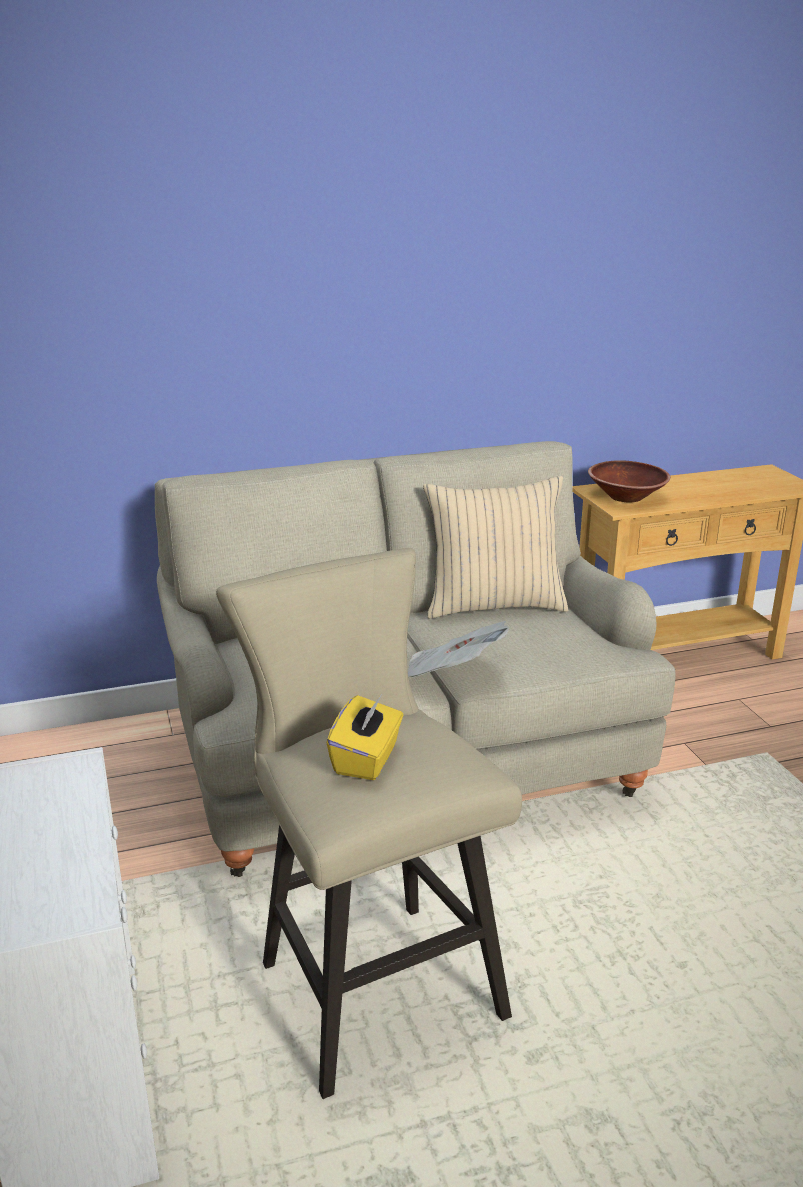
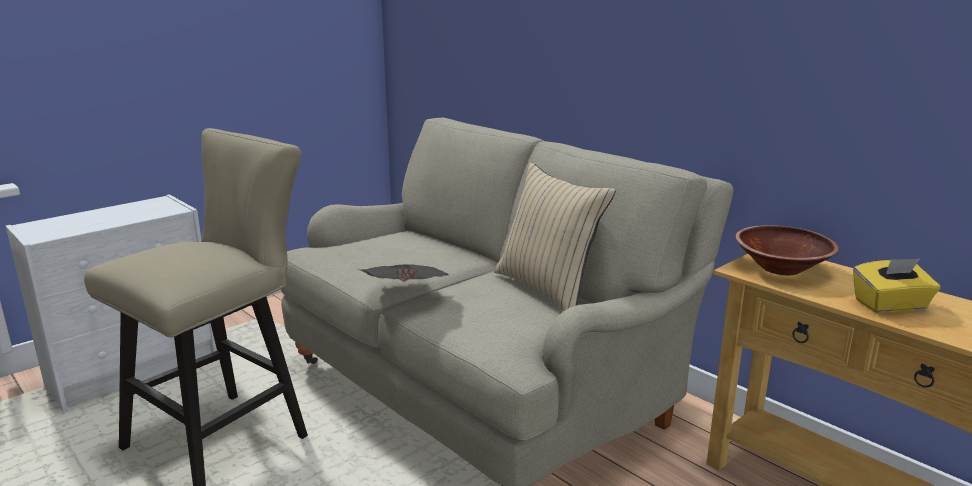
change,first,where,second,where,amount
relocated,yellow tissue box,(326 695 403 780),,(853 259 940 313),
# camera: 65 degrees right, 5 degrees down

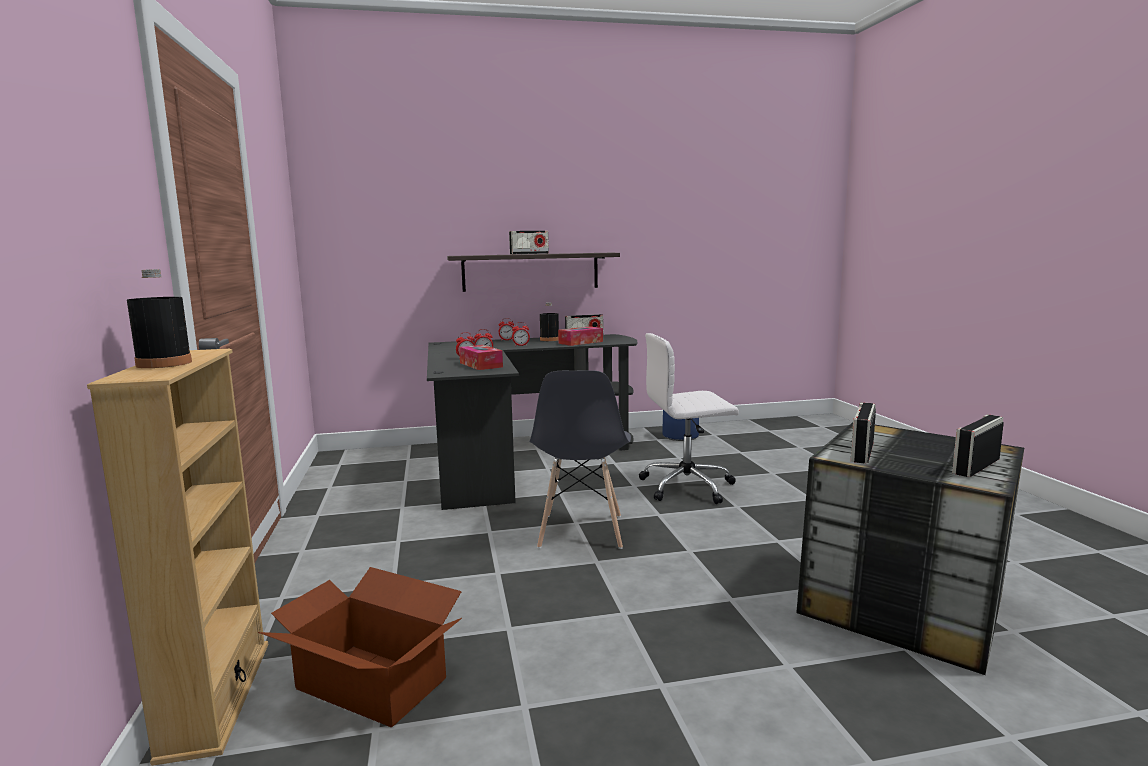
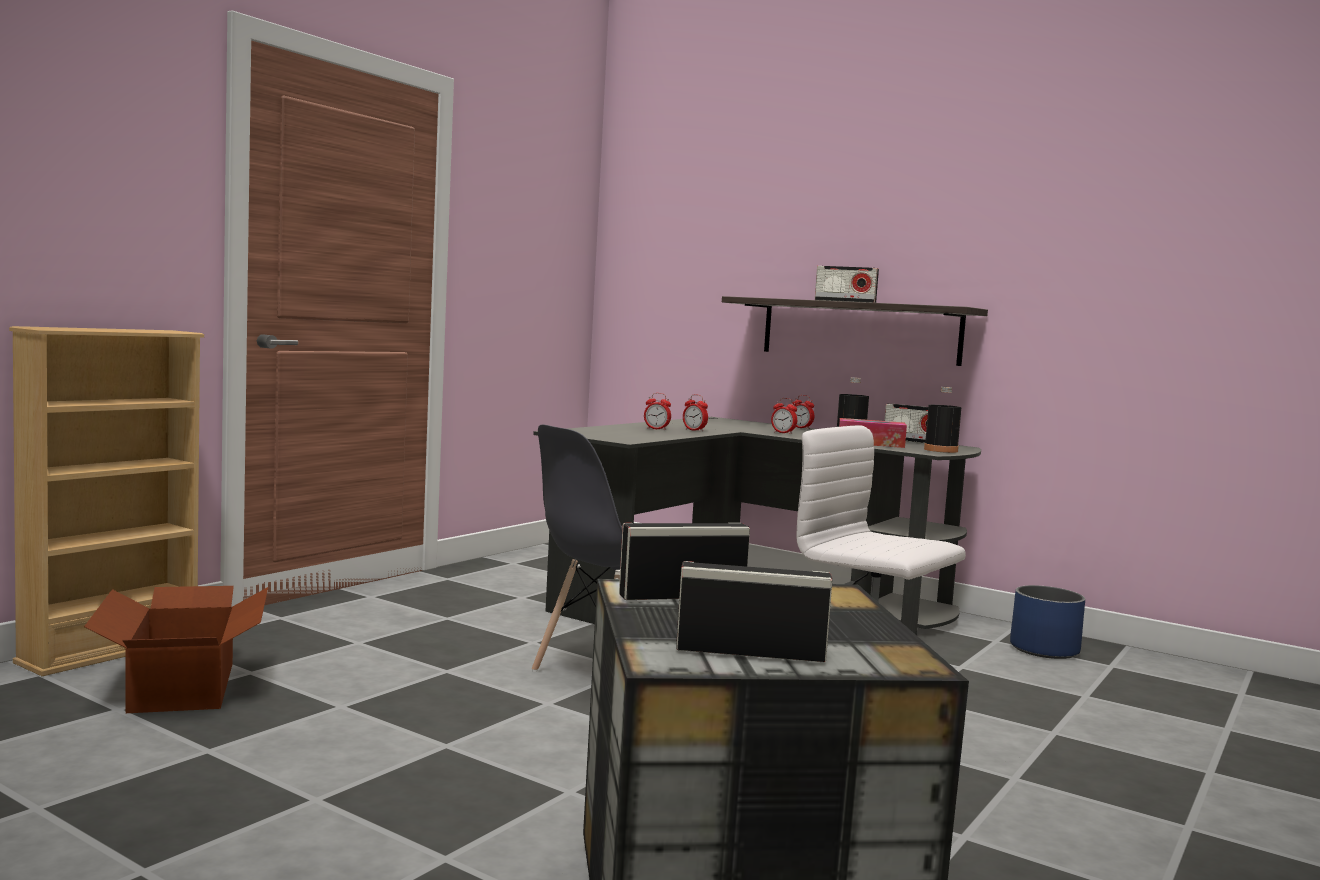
change,first,where,second,where,amount
relocated,black bottle,(127 269 192 368),,(924 387 961 453),
missing,tissue box,(459 345 503 370),,,
# camera: 45 degrees right, 5 degrees down

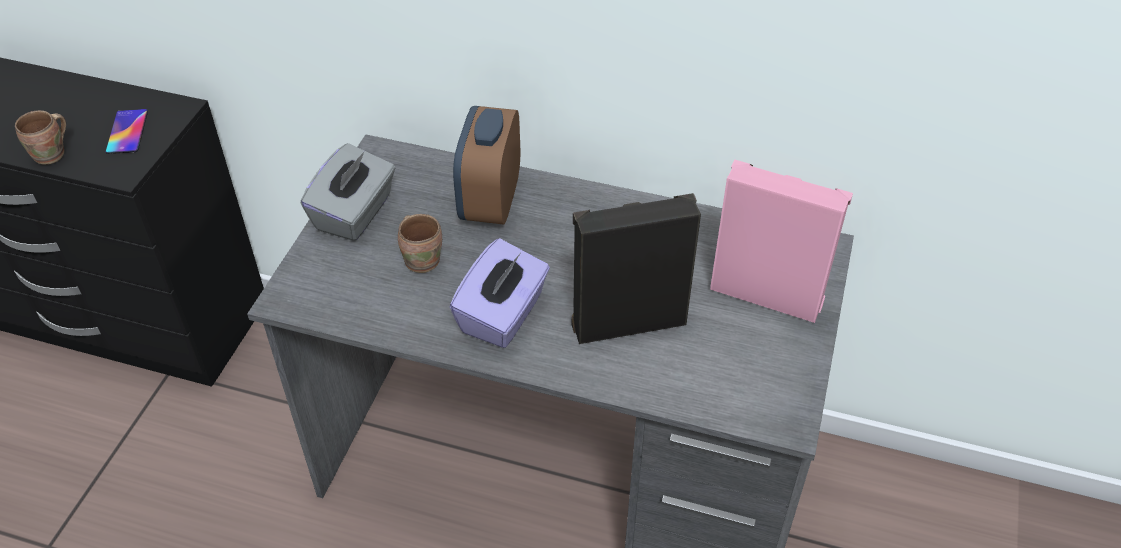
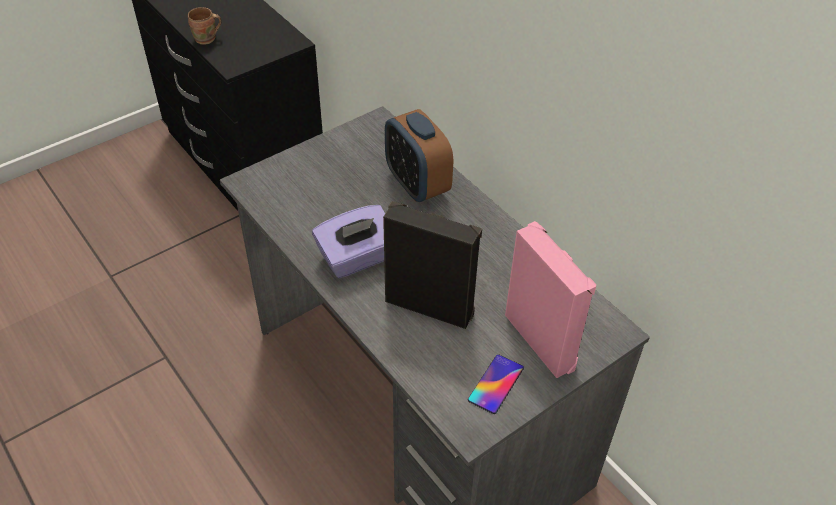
change,first,where,second,where,amount
spun,alarm clock,(453 106 520 224),,(385 109 453 202),75 degrees counterclockwise
relocated,phone,(106 109 148 154),,(468 355 524 414),
missing,grey tissue box,(301 143 395 241),,,
missing,brown mug,(398 214 442 273),,,
# camera: 35 degrees right, 0 degrees up

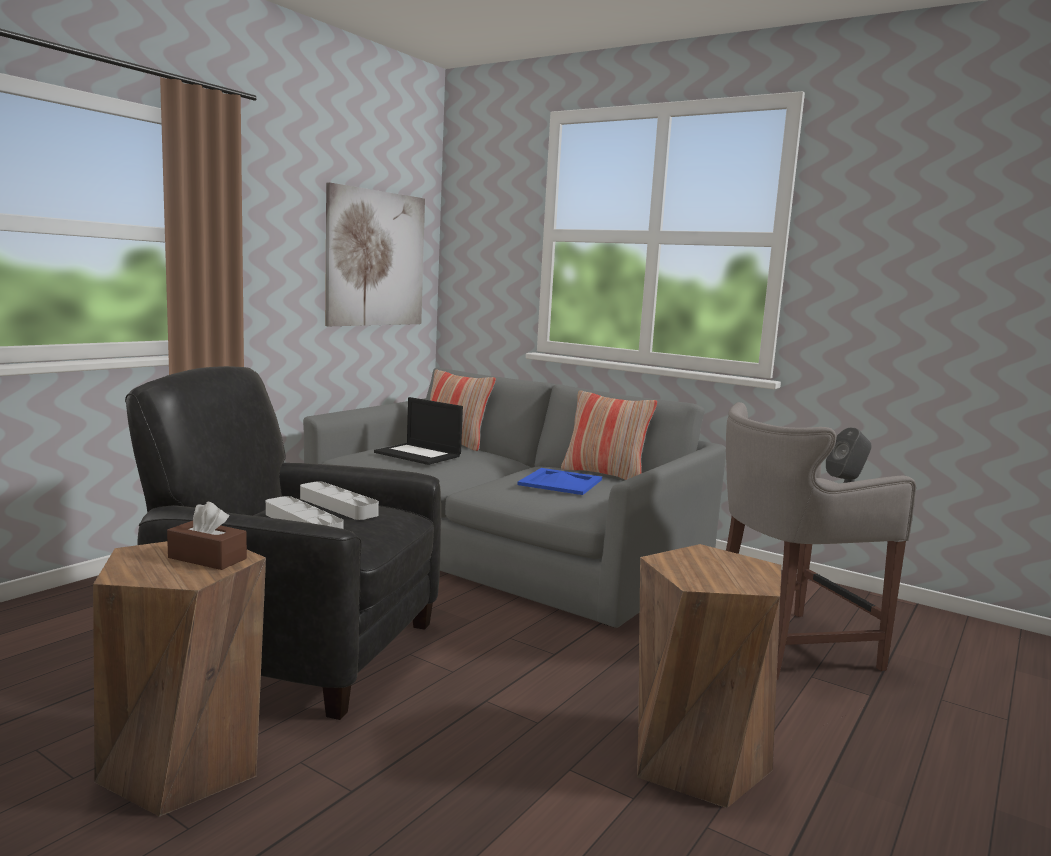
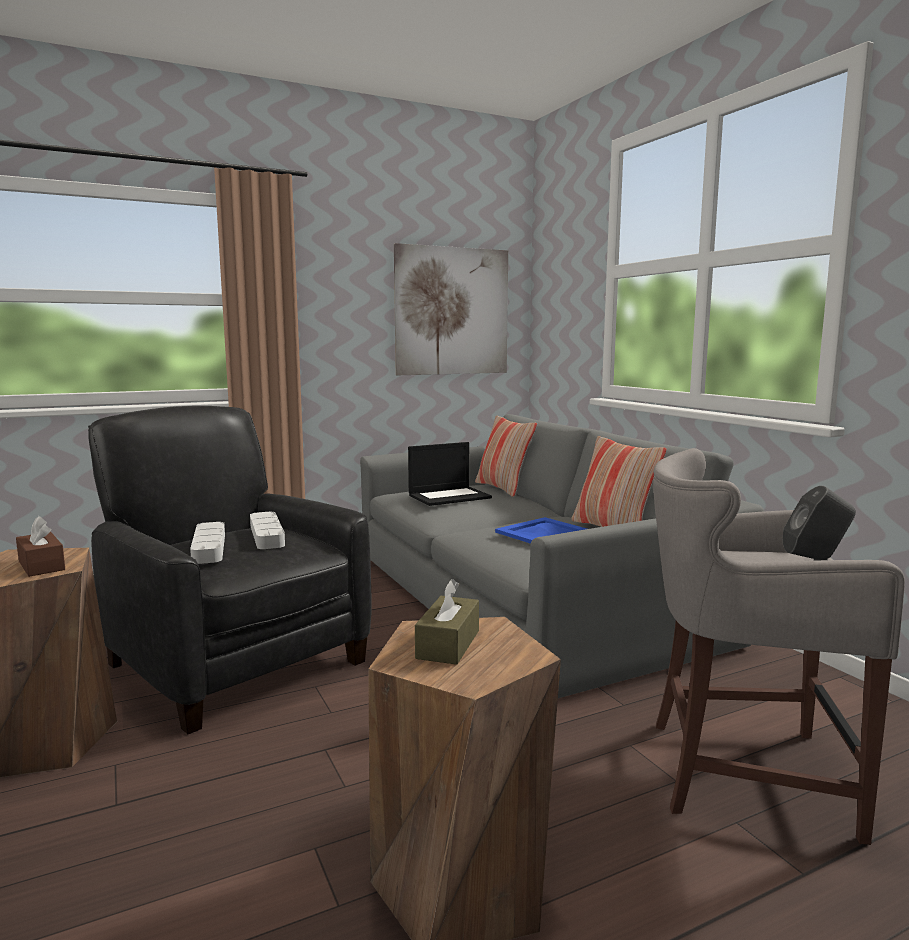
change,first,where,second,where,amount
spun,laptop,(374 397 463 465),,(408 442 492 506),90 degrees counterclockwise
appeared,,,brown tissue box,(415 579 479 665),
# camera: 30 degrees right, 0 degrees up

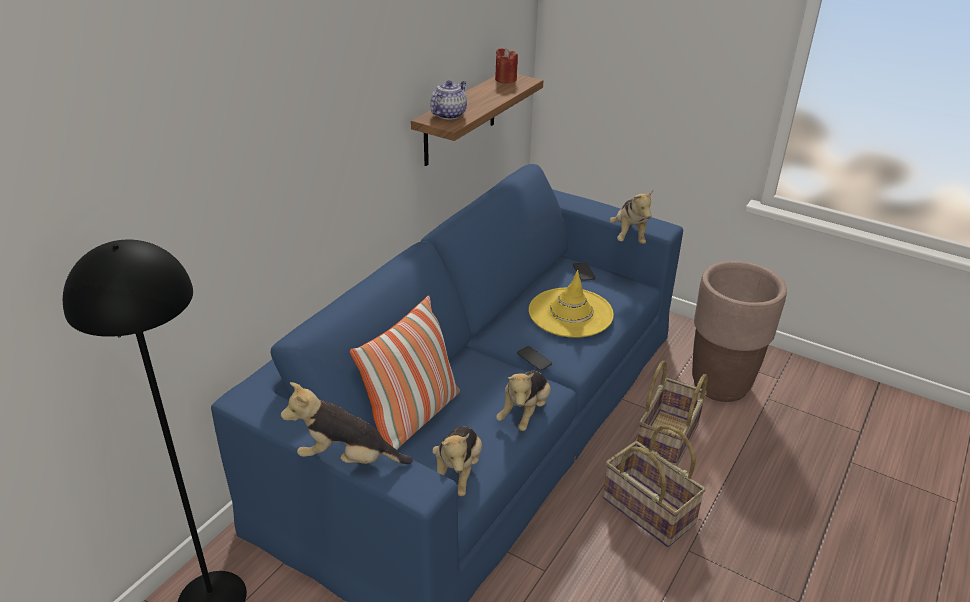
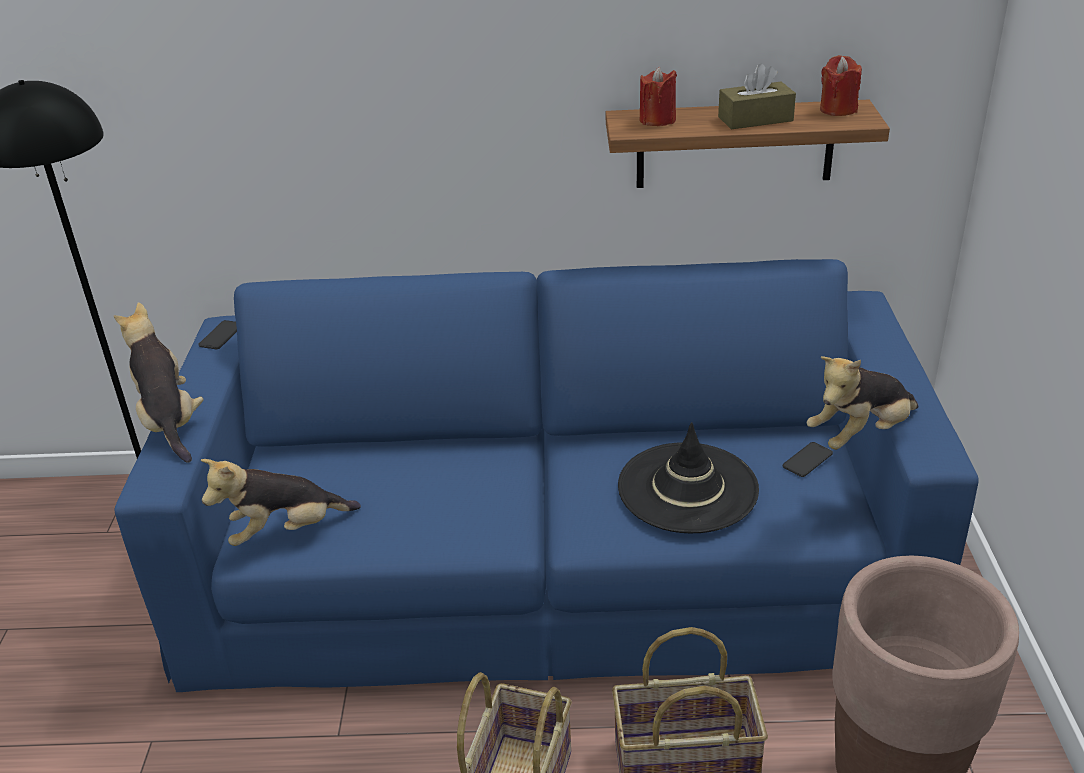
change,first,where,second,where,amount
exchanged,teapot,(430 80 467 120),red candle,(639 67 677 126),
colour,yellow hat,(529 270 614 338),black hat,(618 422 759 533),
missing,pillow,(350 295 460 450),,,
relocated,phone,(517 346 552 370),,(198 320 237 349),
missing,plush toy,(496 371 551 431),,,
appeared,,,brown tissue box,(718 63 796 129),
# camera: 60 degrees right, 0 degrees up

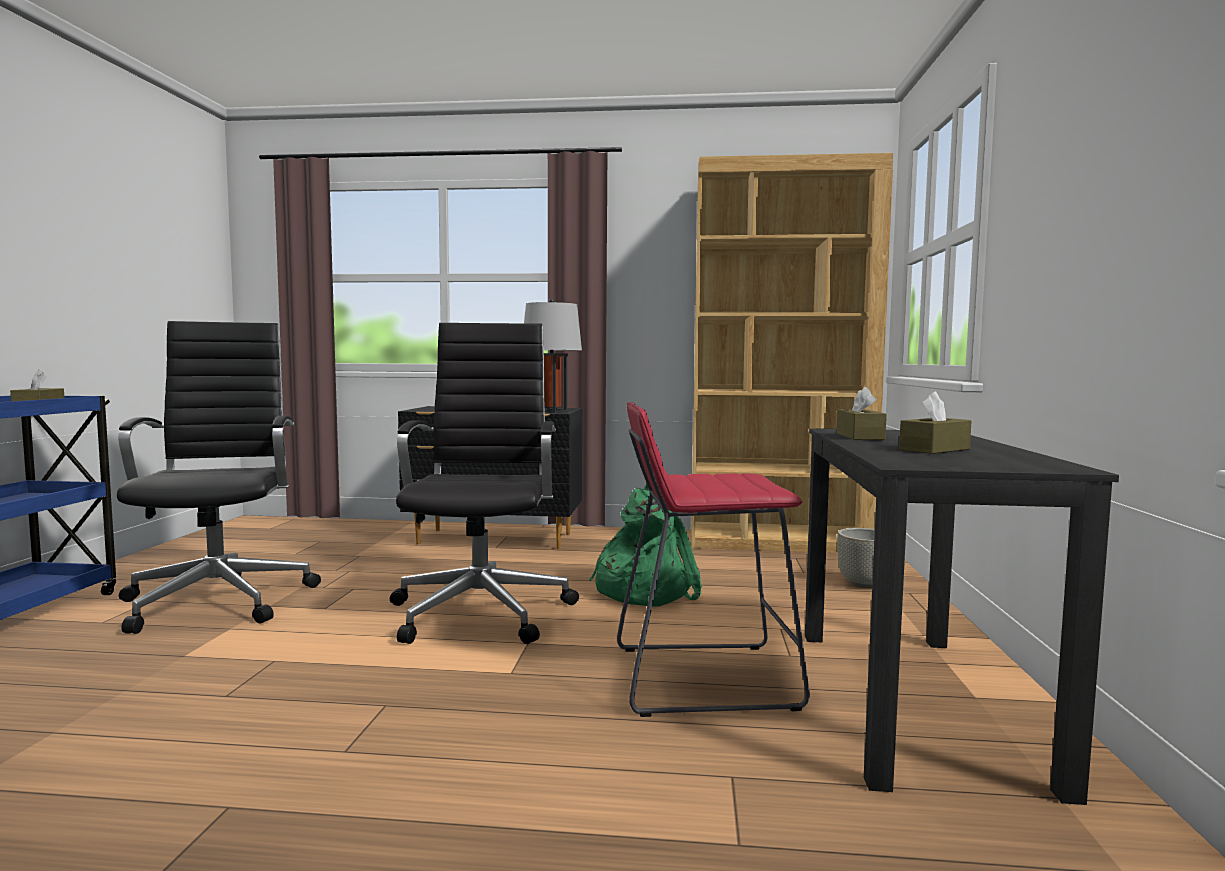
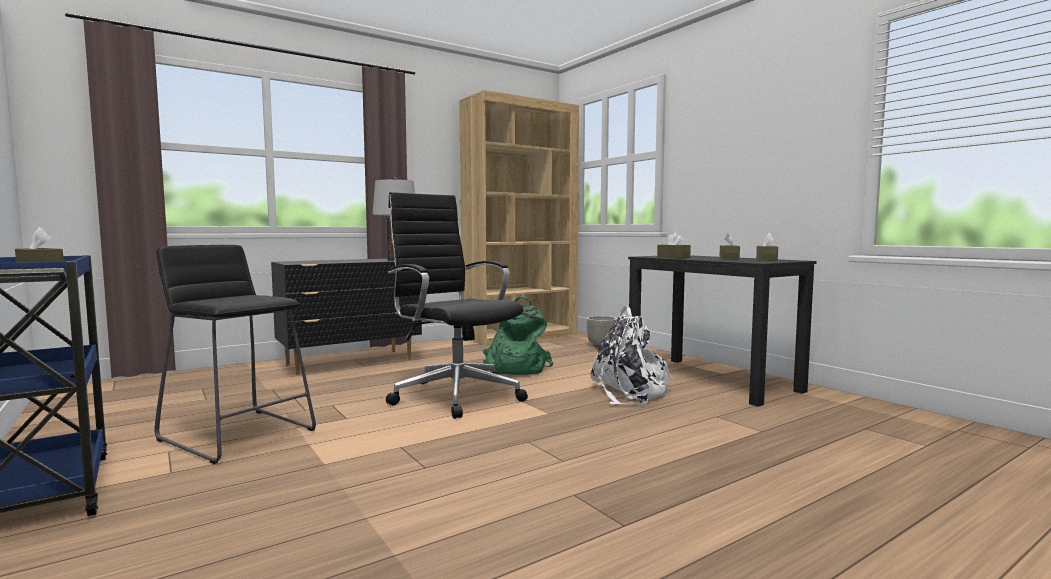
change,first,where,second,where,amount
exchanged,black office chair,(117 321 321 634),black stool,(154 245 316 464),
exchanged,red stool,(617 402 810 717),white backpack,(590 306 673 405),
appeared,,,brown tissue box,(756 233 778 261),
# camera: 40 degrees left, 0 degrees up

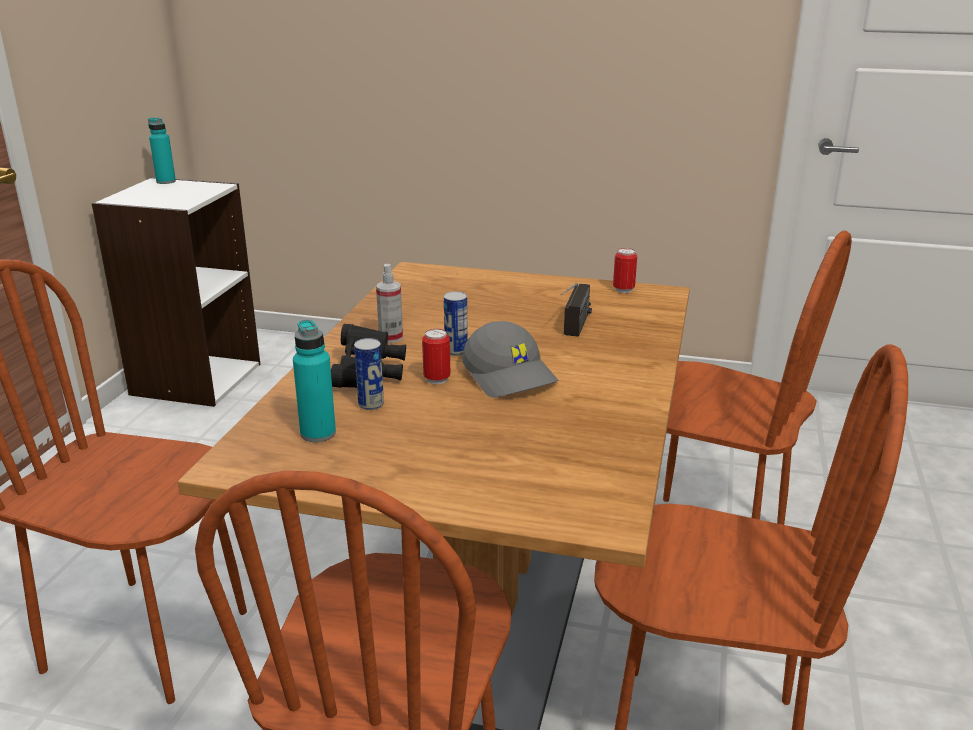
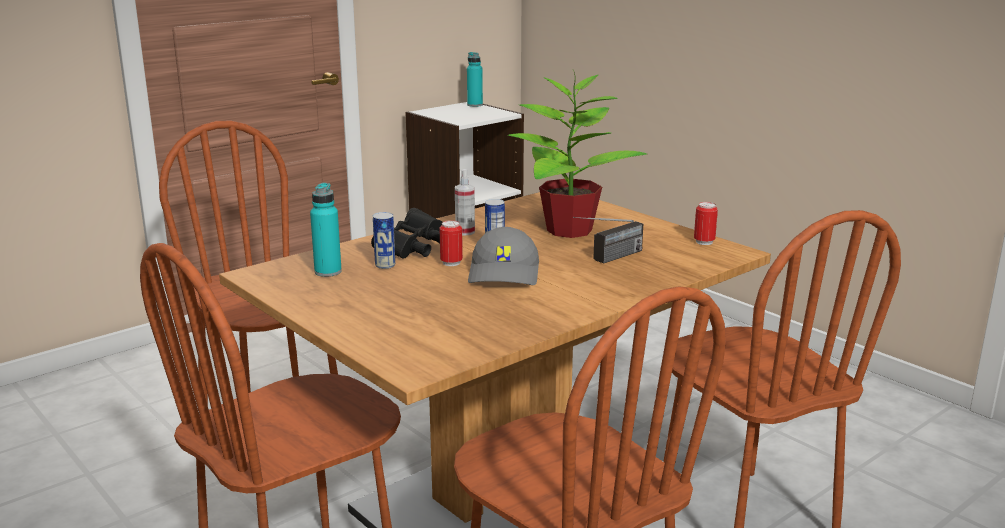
change,first,where,second,where,amount
appeared,,,potted plant,(508 70 647 238),
# camera: 35 degrees right, 5 degrees down

